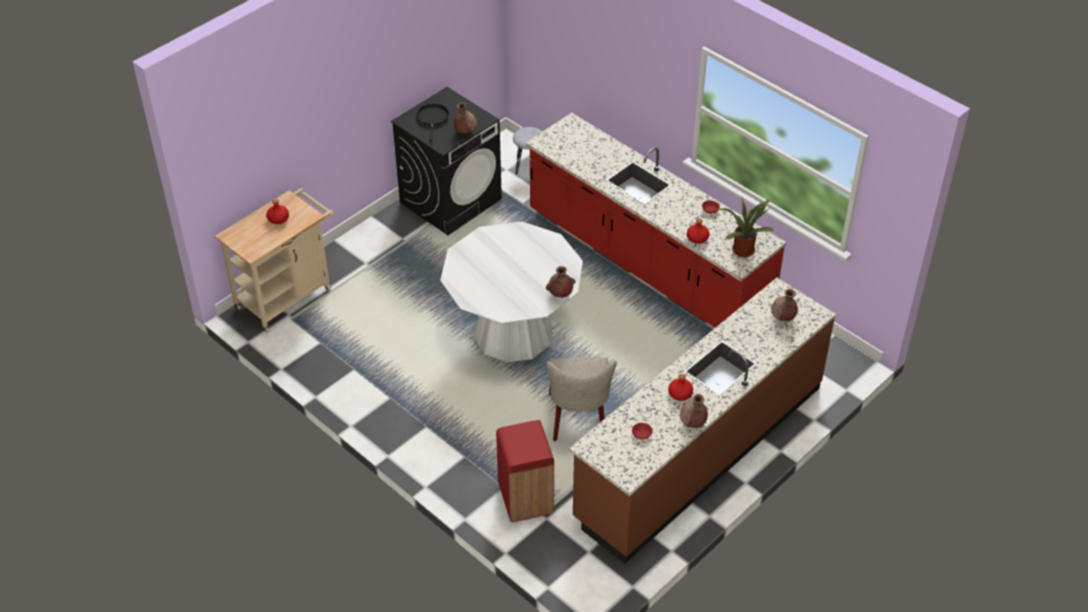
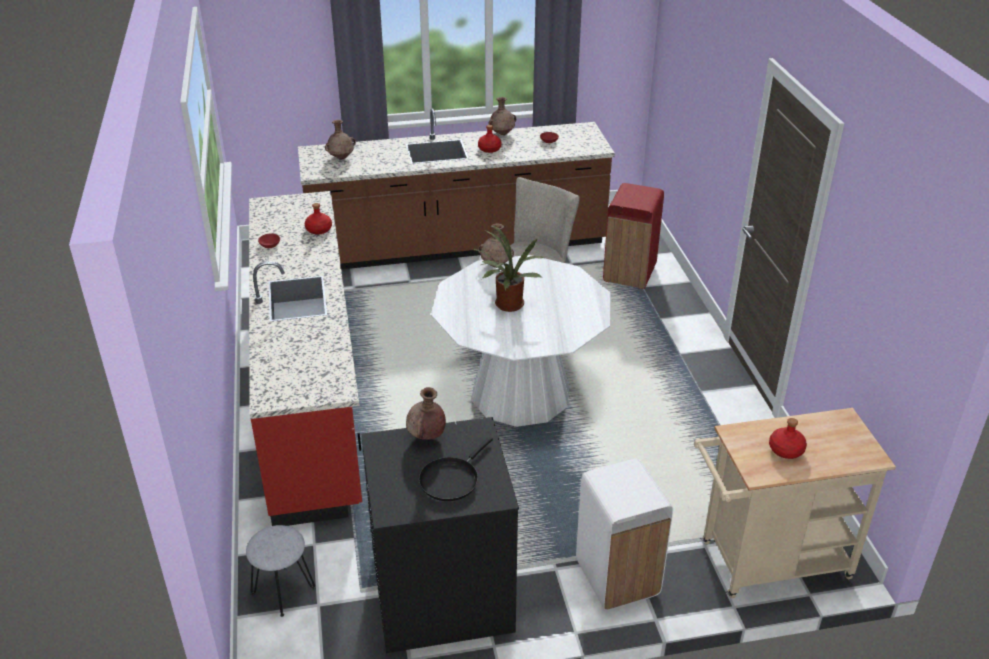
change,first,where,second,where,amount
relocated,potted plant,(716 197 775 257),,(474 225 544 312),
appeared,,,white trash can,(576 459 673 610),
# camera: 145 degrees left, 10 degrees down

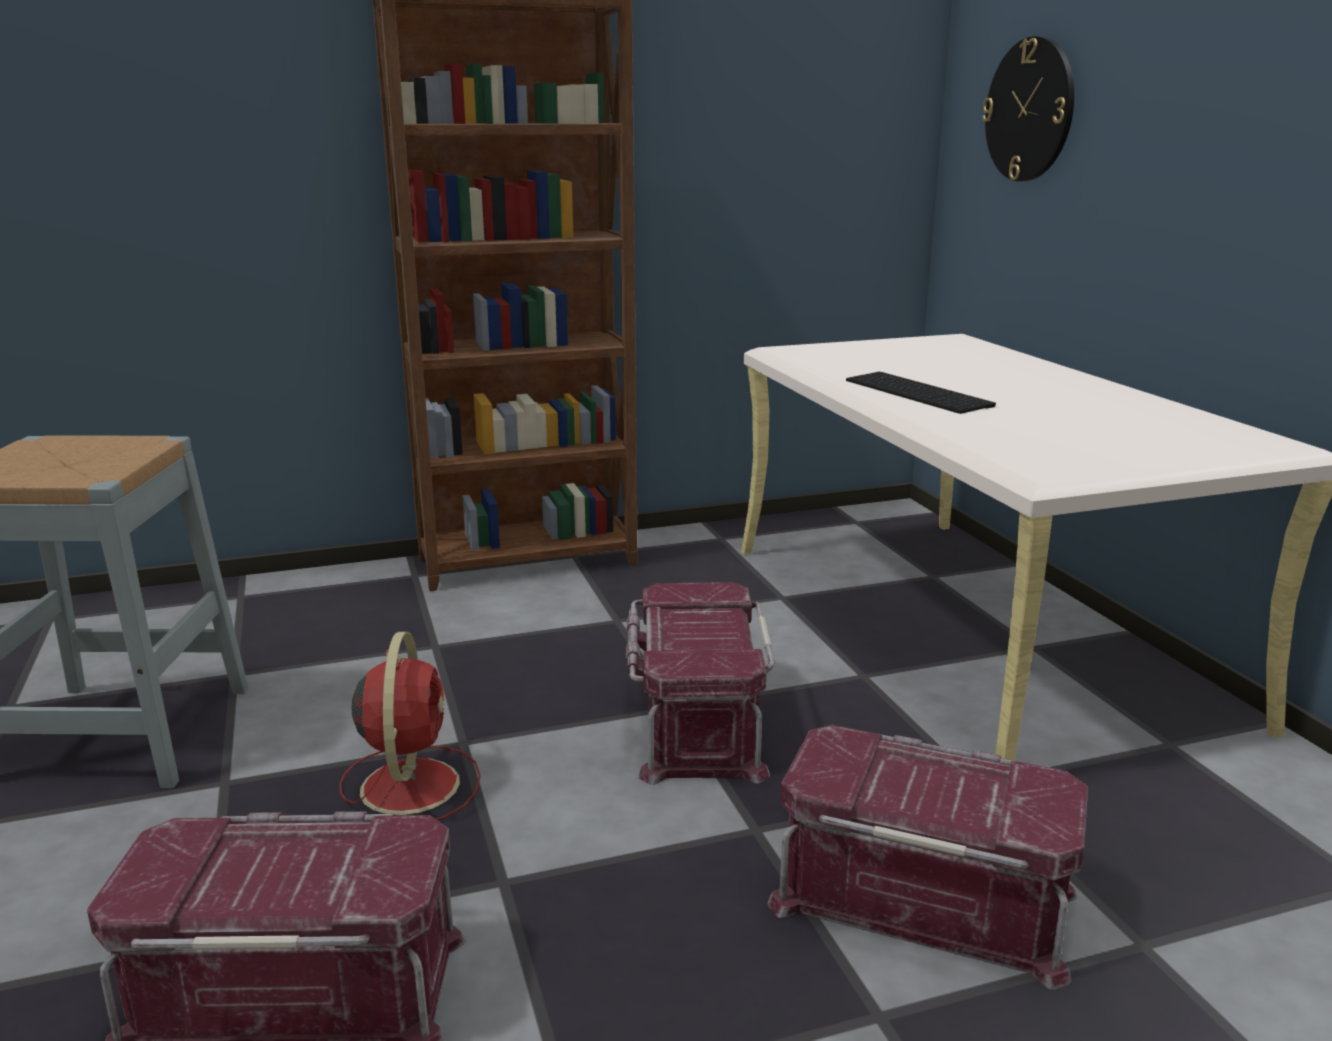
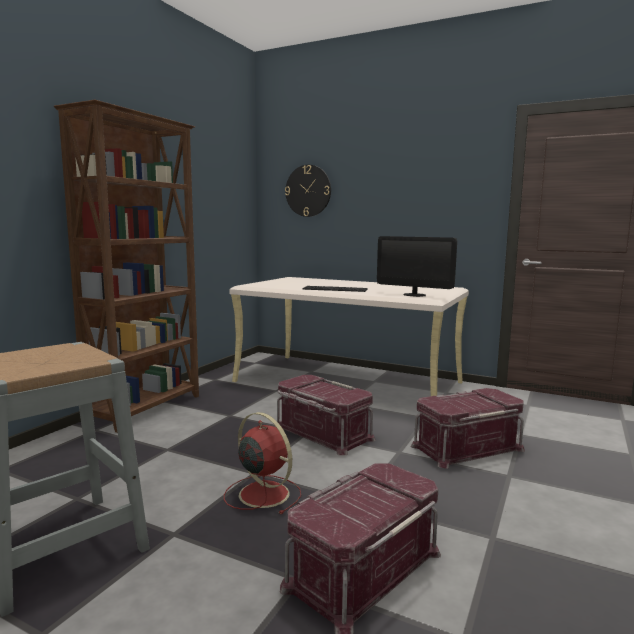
change,first,where,second,where,amount
appeared,,,monitor,(377 236 457 297),
# camera: 45 degrees left, 10 degrees down

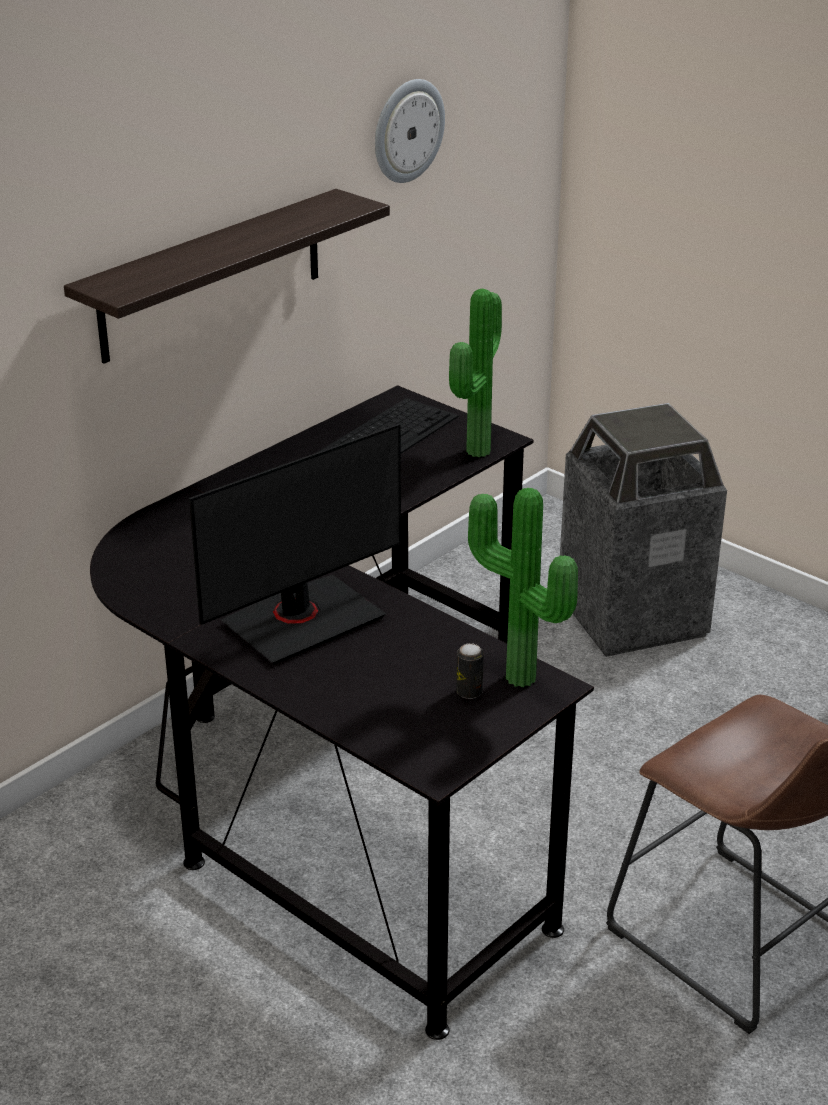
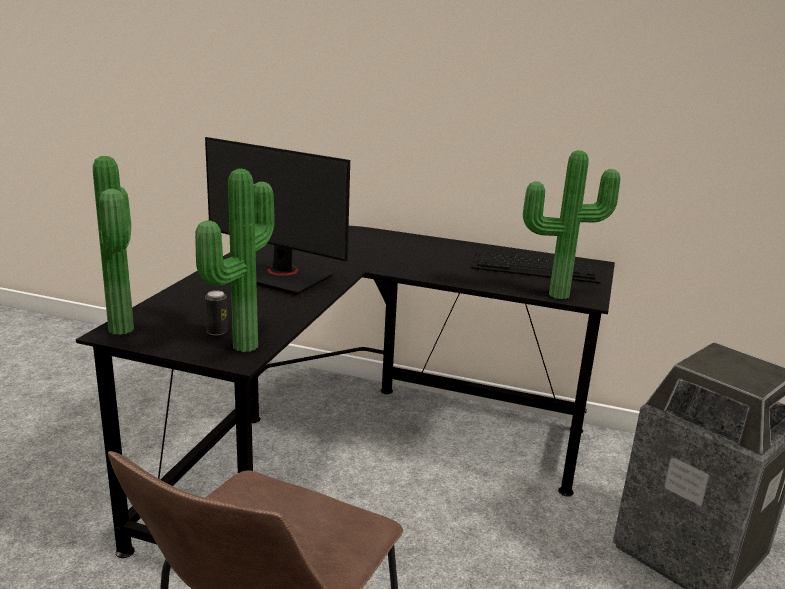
change,first,where,second,where,amount
missing,wall clock,(375 79 445 183),,,
missing,shelf,(64 189 390 364),,,
appeared,,,potted plant,(93 156 134 335),
# camera: 65 degrees right, 10 degrees down

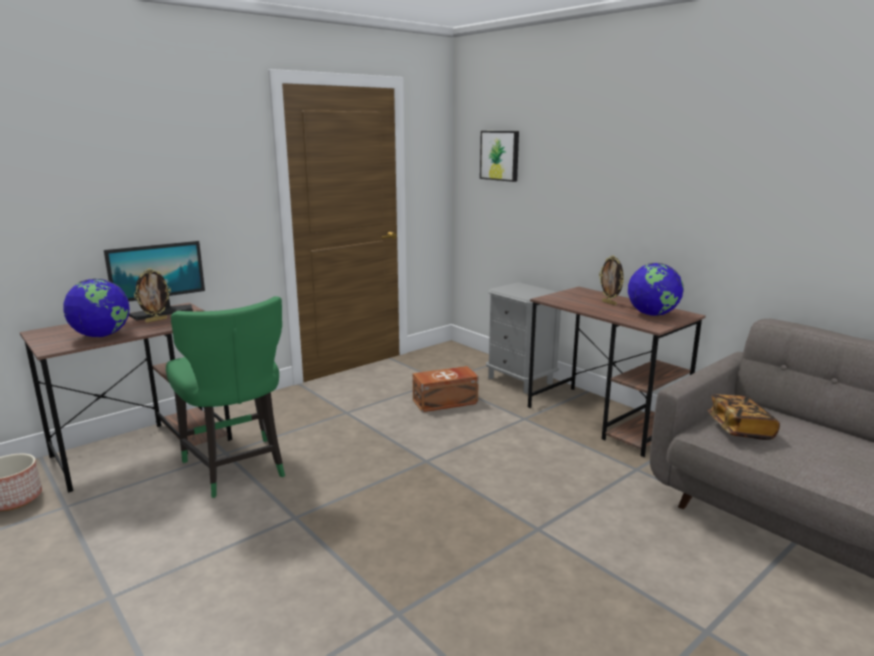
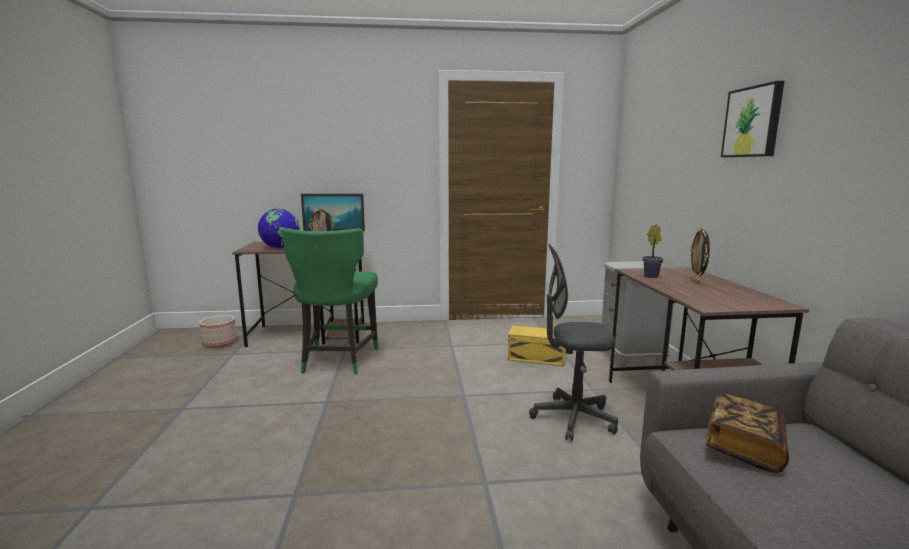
change,first,where,second,where,amount
relocated,picture,(480 131 519 182),,(721 81 784 157),
missing,globe,(627 263 684 316),,,
colour,brown storage box,(413 366 479 412),yellow storage box,(508 325 566 366),
appeared,,,potted plant,(643 224 664 278),
appeared,,,grey office chair,(529 244 618 441),
# camera: 35 degrees right, 5 degrees down

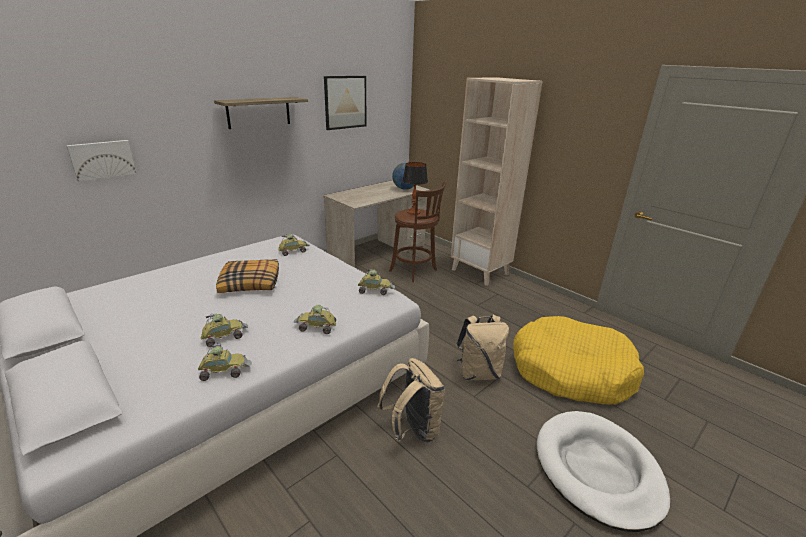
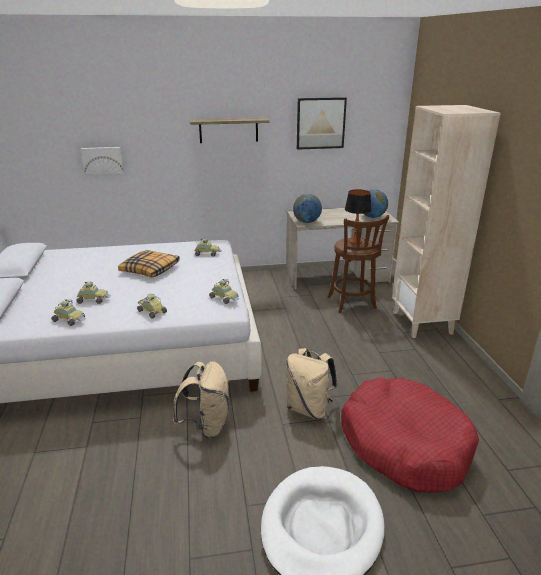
change,first,where,second,where,amount
colour,yellow dog bed,(513 316 644 405),red dog bed,(341 377 479 493),
appeared,,,globe,(293 194 322 223),
# camera: 35 degrees right, 0 degrees up

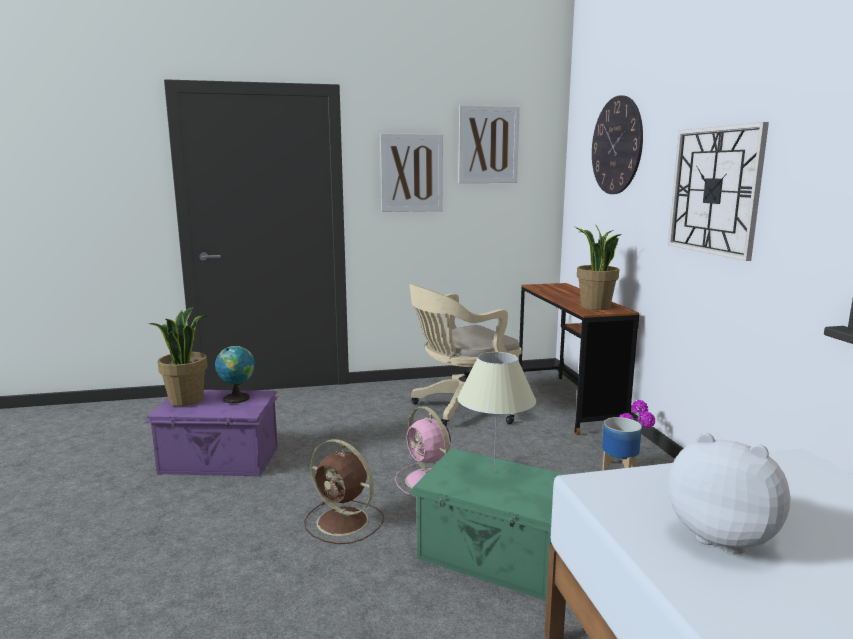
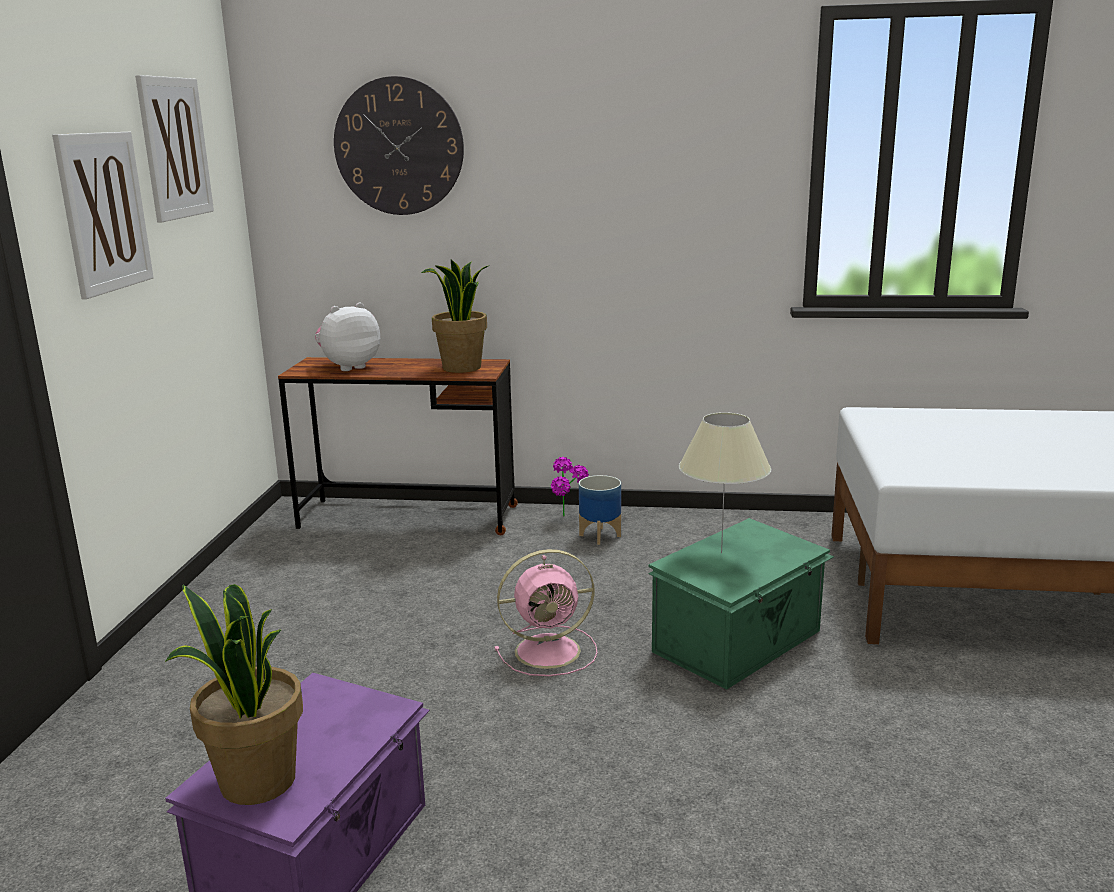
change,first,where,second,where,amount
missing,wall clock,(668 122 769 261),,,
missing,beige office chair,(409 284 521 426),,,
missing,globe,(215 346 255 404),,,
relocated,plush toy,(668 432 790 554),,(315 302 380 371),
missing,brown fan,(304 439 384 544),,,
# camera: 70 degrees left, 5 degrees up

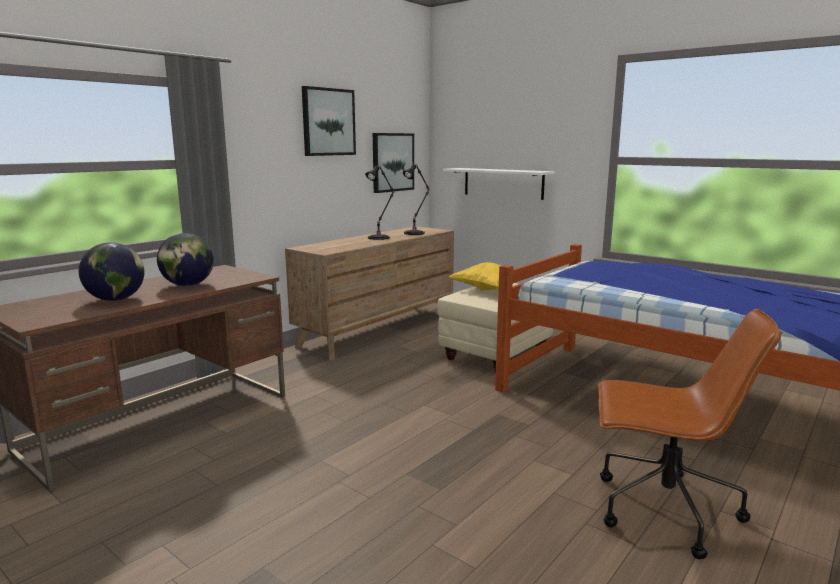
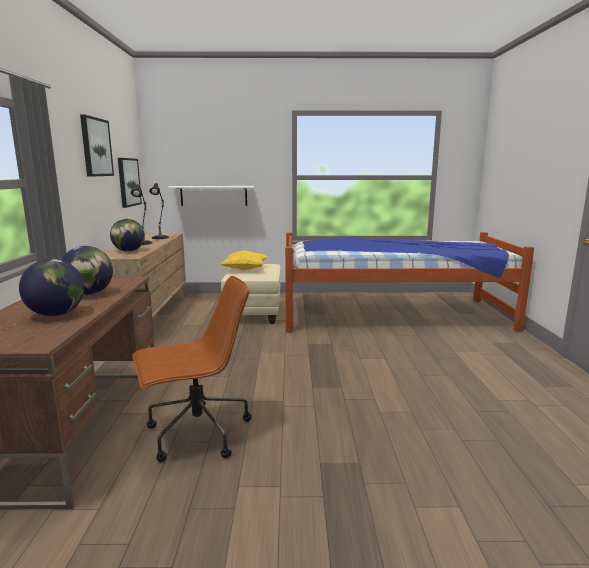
change,first,where,second,where,amount
relocated,brown office chair,(598 309 781 559),,(133 276 252 462),
appeared,,,globe,(110 219 145 252),
# camera: 40 degrees left, 0 degrees up

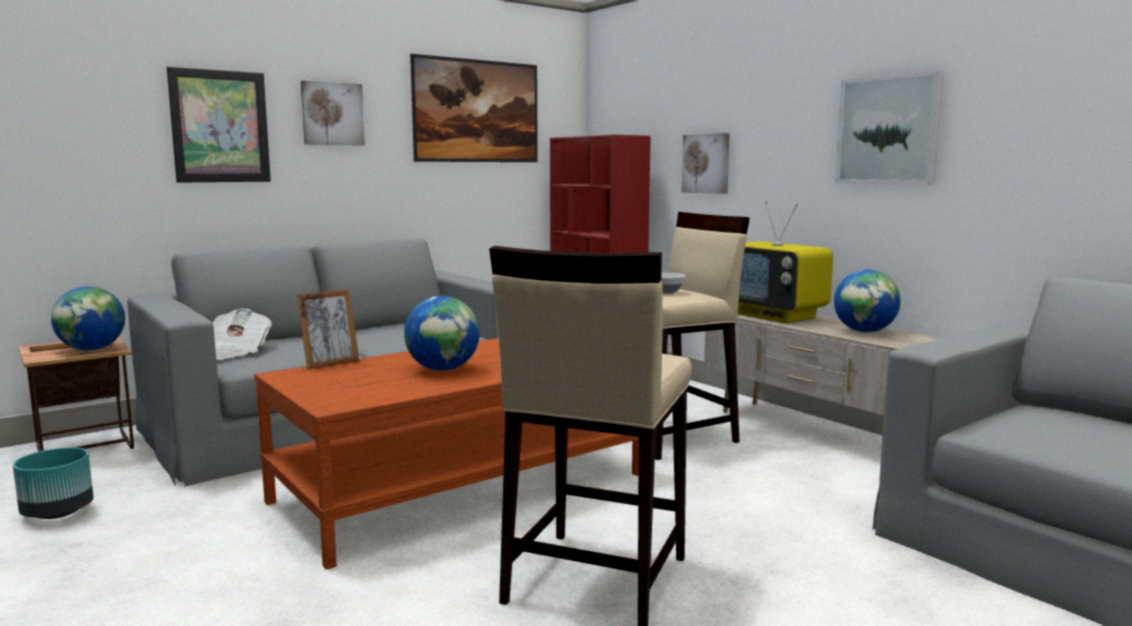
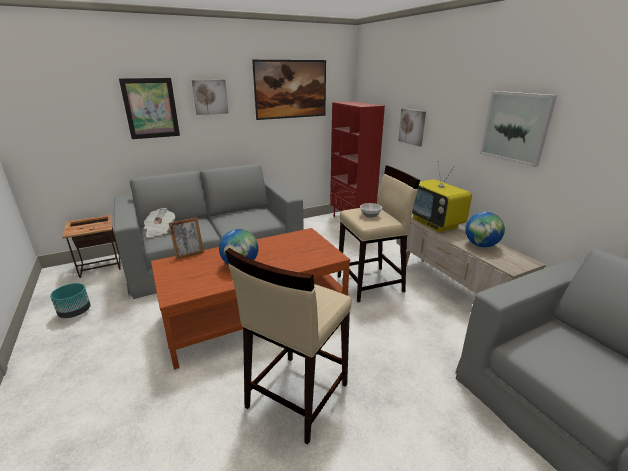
change,first,where,second,where,amount
missing,globe,(51 286 125 351),,,
# camera: 10 degrees right, 15 degrees up

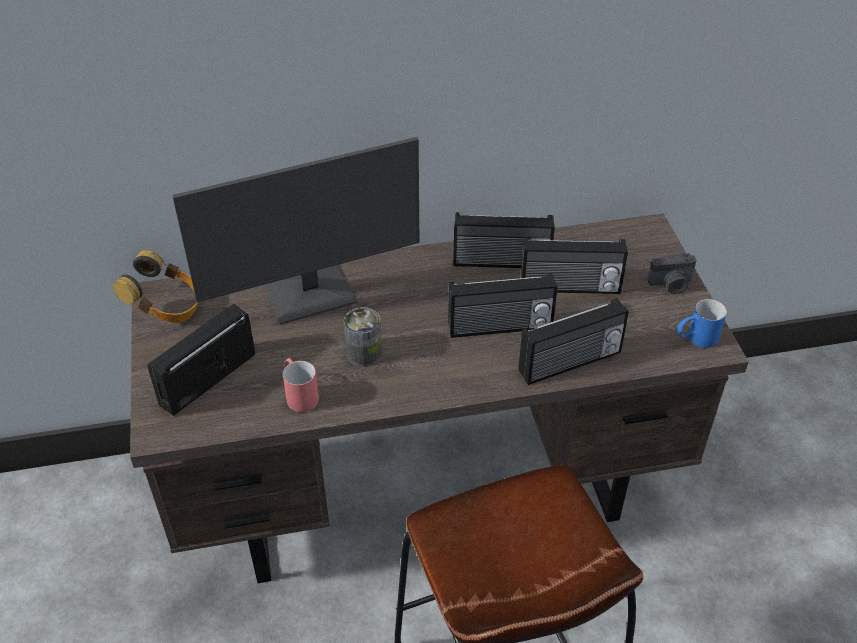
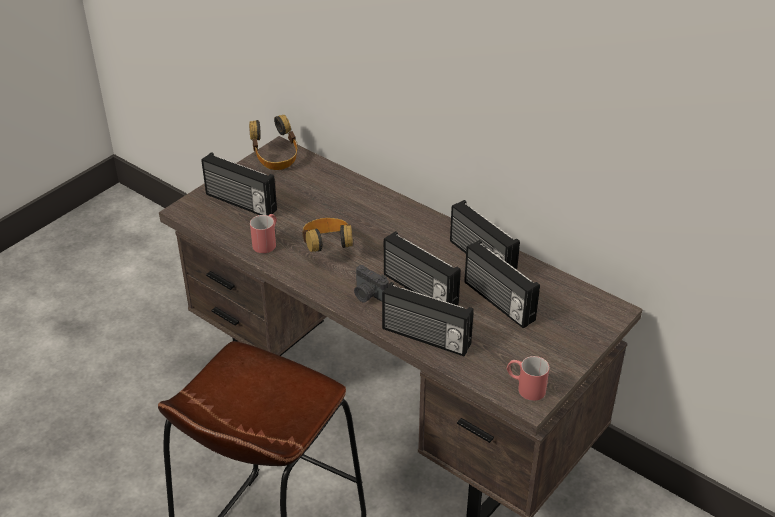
change,first,where,second,where,amount
missing,monitor,(172 137 419 324),,,
relocated,photo camera,(648 253 697 294),,(354 265 389 303),
colour,blue mug,(677 299 727 348),red mug,(507 356 549 401),
spun,radio,(147 304 256 416),,(201 152 277 215),150 degrees counterclockwise
exchanged,can,(344 307 382 367),headphones,(302 218 353 252),
# camera: 50 degrees right, 5 degrees down

